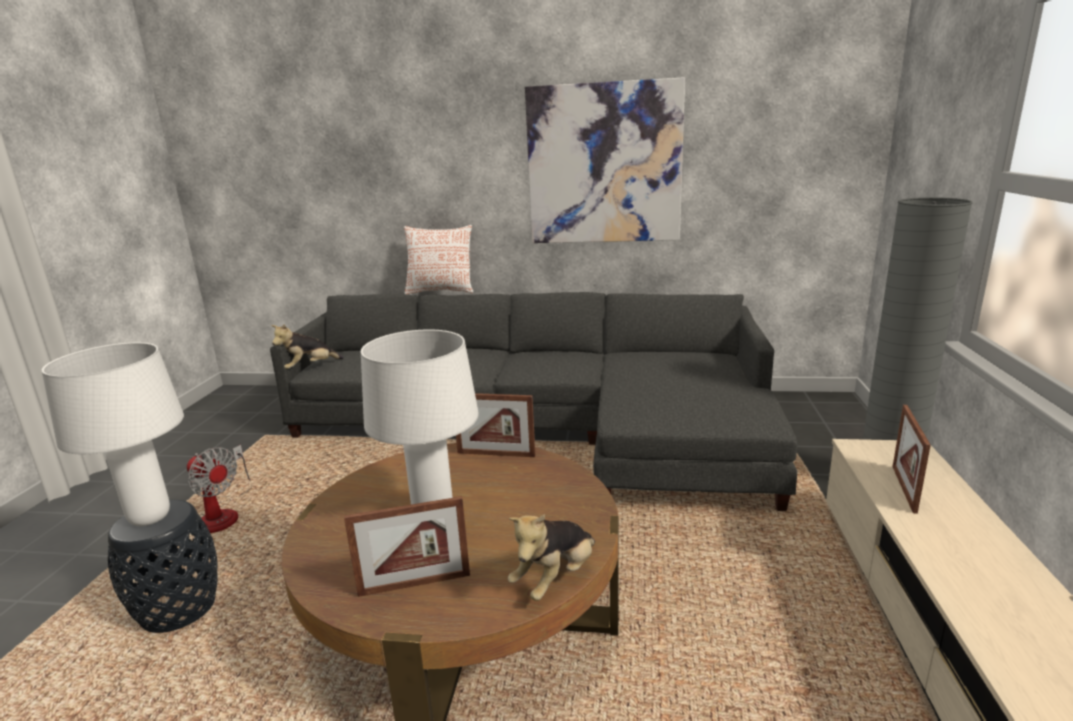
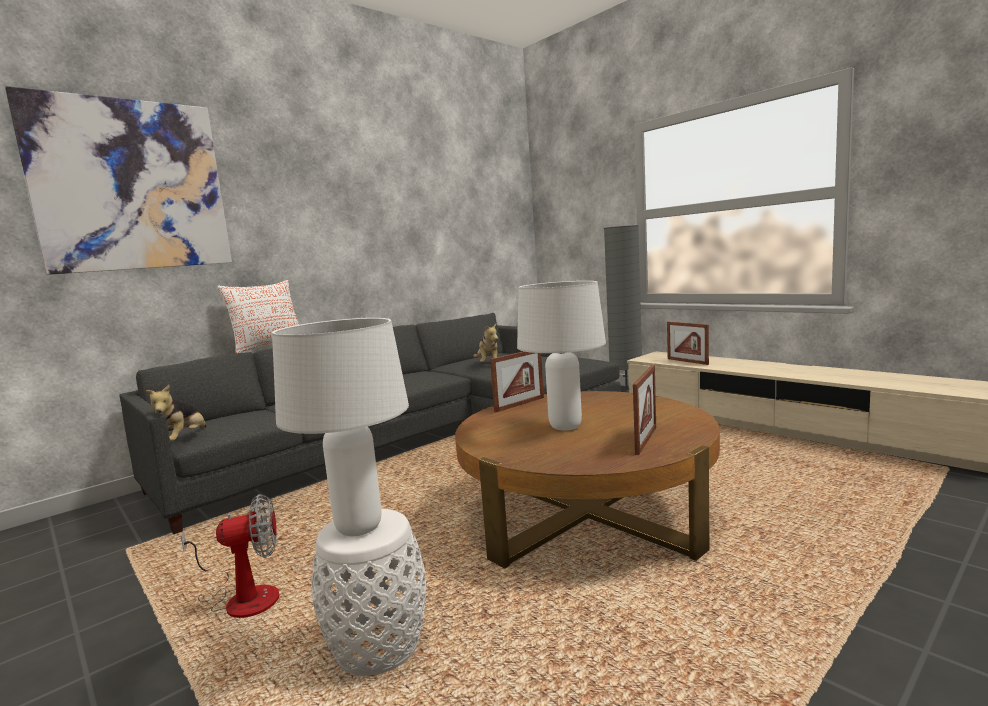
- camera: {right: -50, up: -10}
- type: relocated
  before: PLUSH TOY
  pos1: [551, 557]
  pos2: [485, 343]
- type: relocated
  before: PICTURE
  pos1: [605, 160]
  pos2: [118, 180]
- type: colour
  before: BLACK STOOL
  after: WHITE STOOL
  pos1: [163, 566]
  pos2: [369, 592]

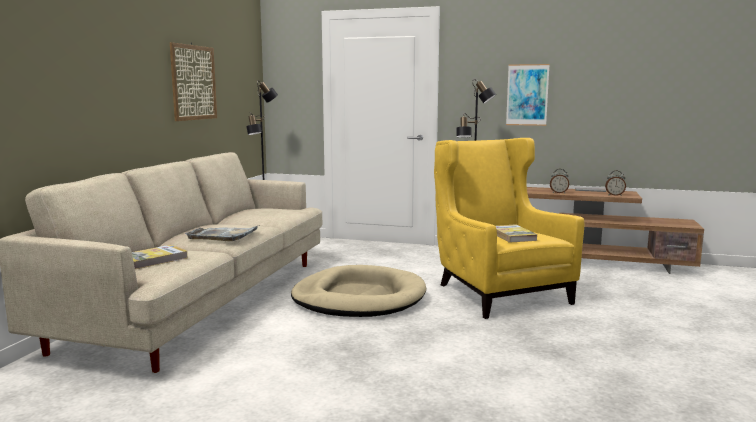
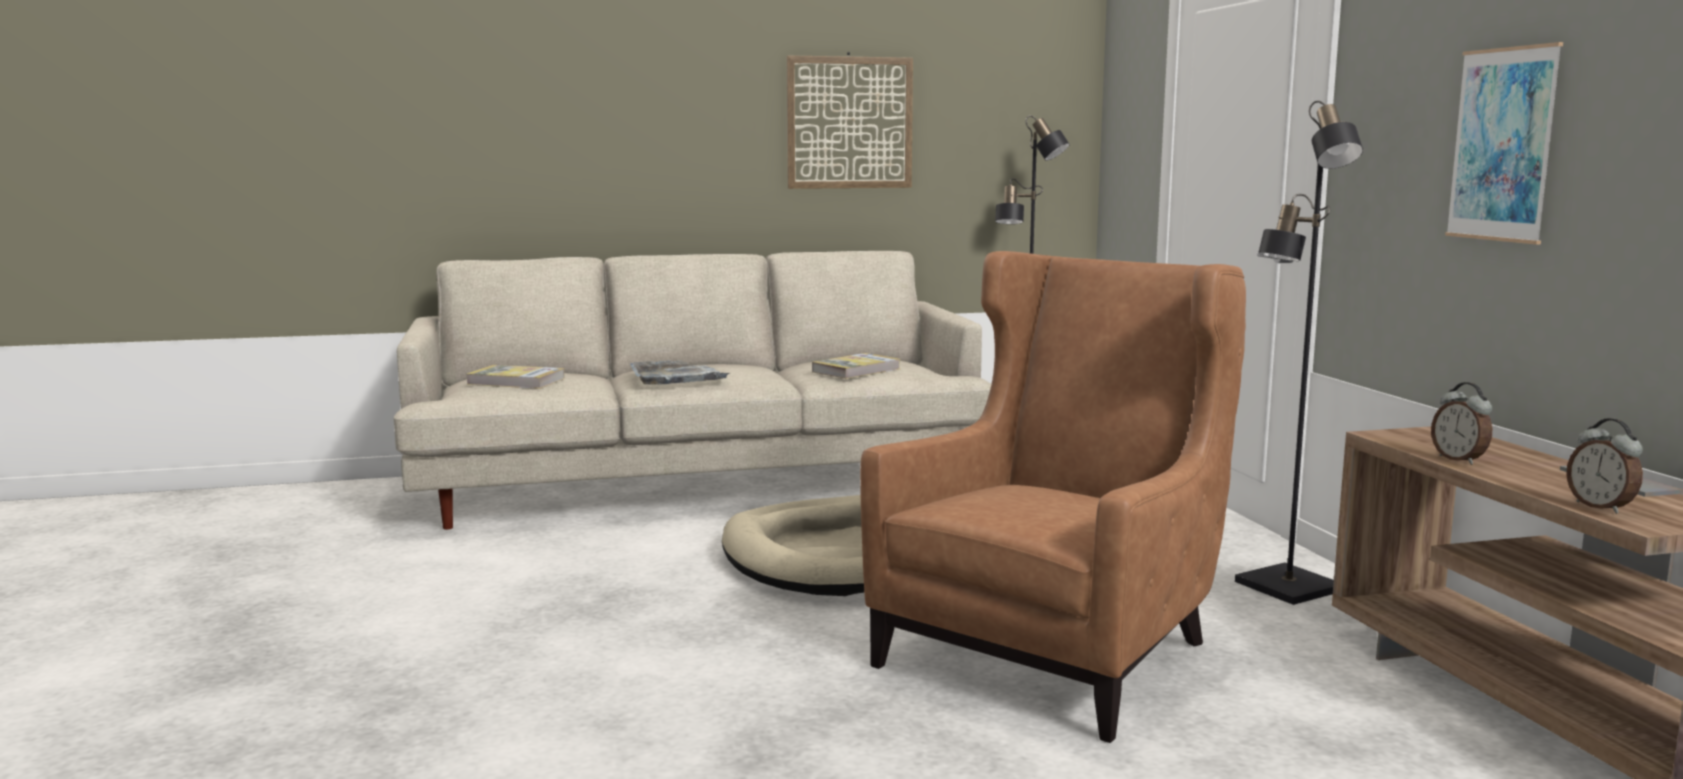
- camera: {right: 60, up: 0}
- type: relocated
  before: BOOK
  pos1: [517, 233]
  pos2: [856, 366]
- type: colour
  before: YELLOW ARMCHAIR
  after: BROWN ARMCHAIR
  pos1: [509, 228]
  pos2: [1053, 497]

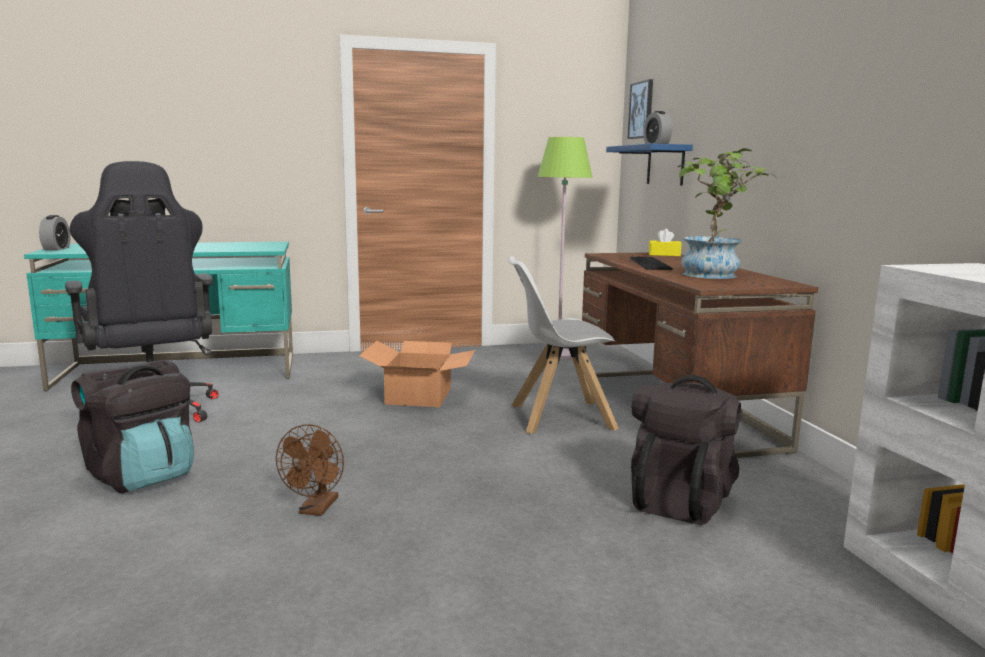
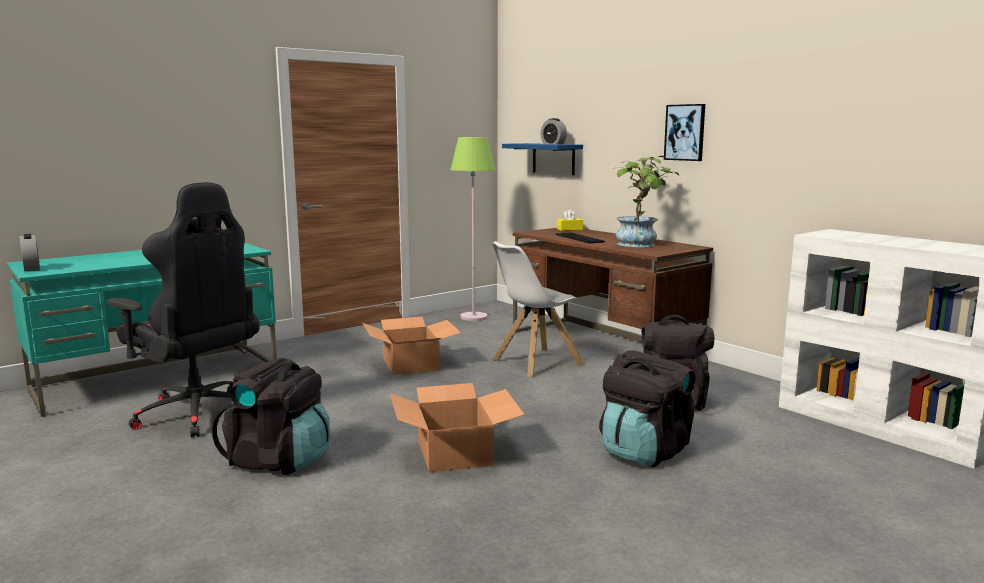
- camera: {right: -25, up: 0}
- type: appeared
  after: BLACK BACKPACK
  pos2: [647, 408]
- type: relocated
  before: PICTURE
  pos1: [640, 109]
  pos2: [684, 132]
- type: exchanged
  before: BROWN FAN
  after: CARDBOARD BOX
  pos1: [310, 470]
  pos2: [457, 427]

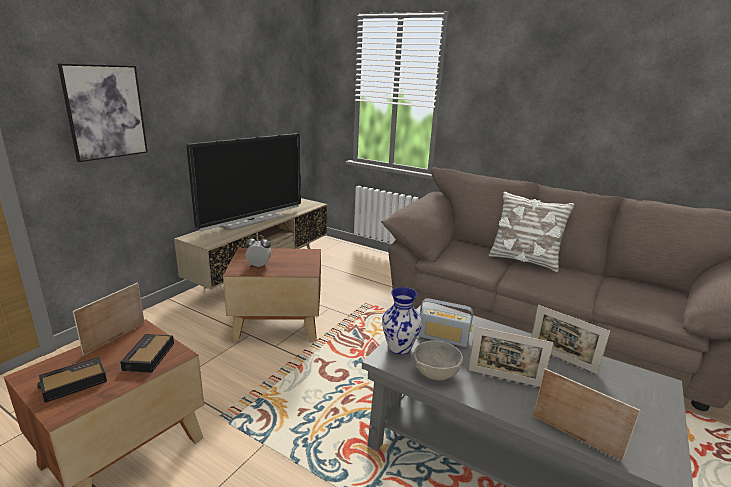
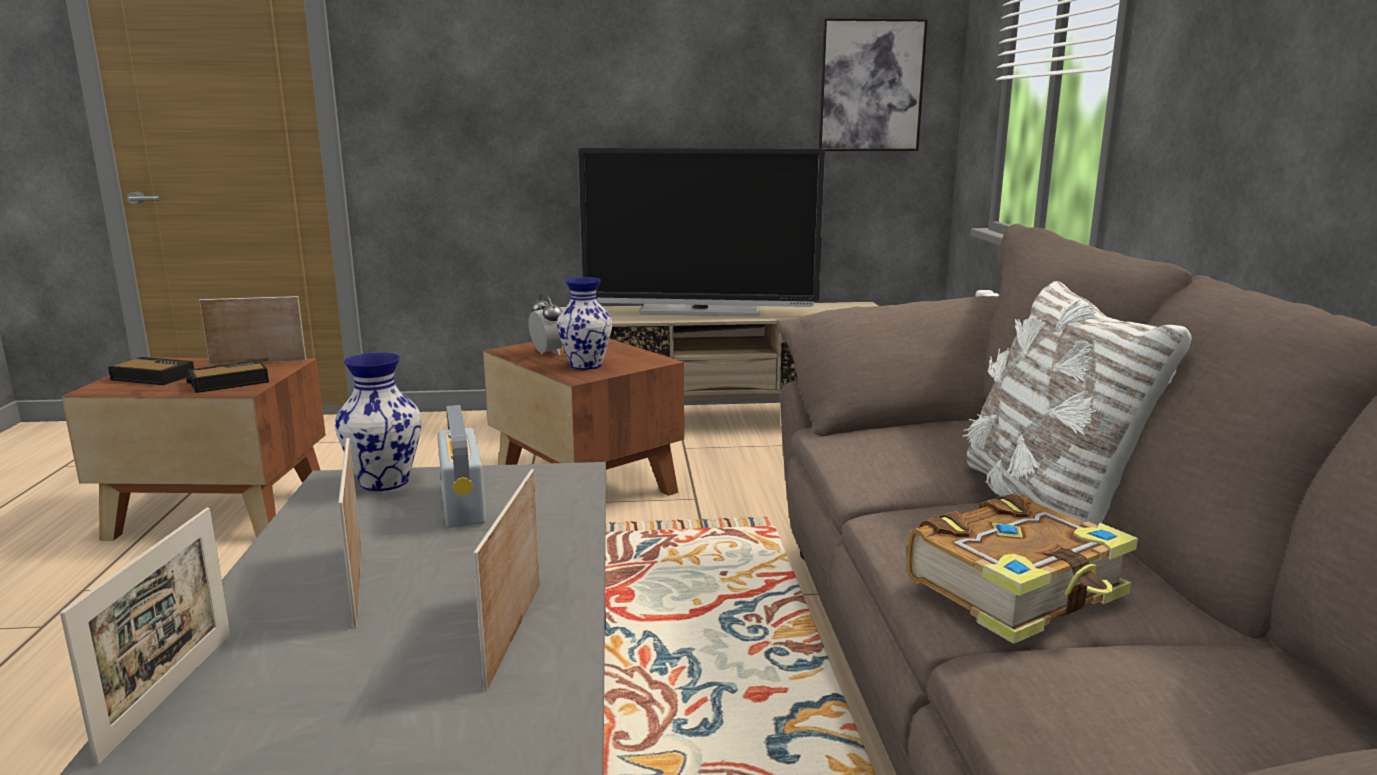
- camera: {right: 55, up: -5}
- type: missing
  before: GREY BOWL
  pos1: [438, 360]
- type: appeared
  after: VASE
  pos2: [584, 323]
- type: appeared
  after: BOOK
  pos2: [1022, 568]
- type: relocated
  before: PICTURE
  pos1: [103, 112]
  pos2: [873, 84]

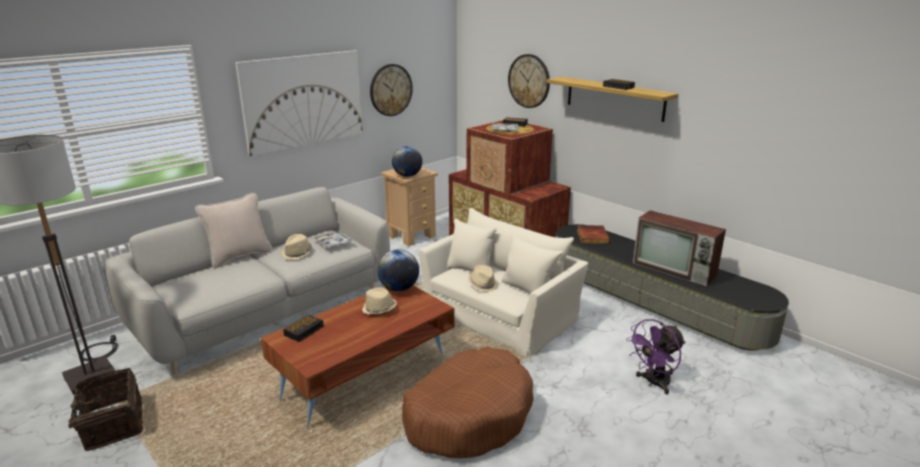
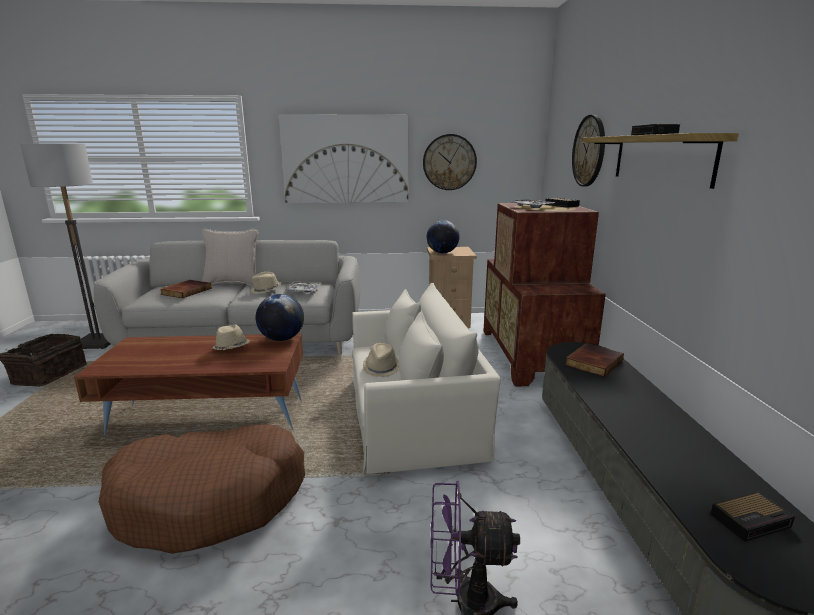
- camera: {right: 40, up: -5}
- type: missing
  before: TELEVISION
  pos1: [679, 248]
- type: appeared
  after: BOOK
  pos2: [186, 289]
- type: relocated
  before: ALARM CLOCK
  pos1: [303, 328]
  pos2: [753, 517]

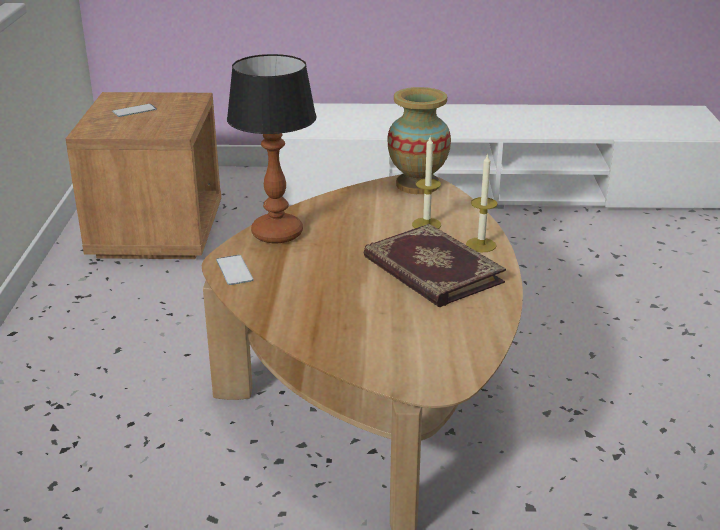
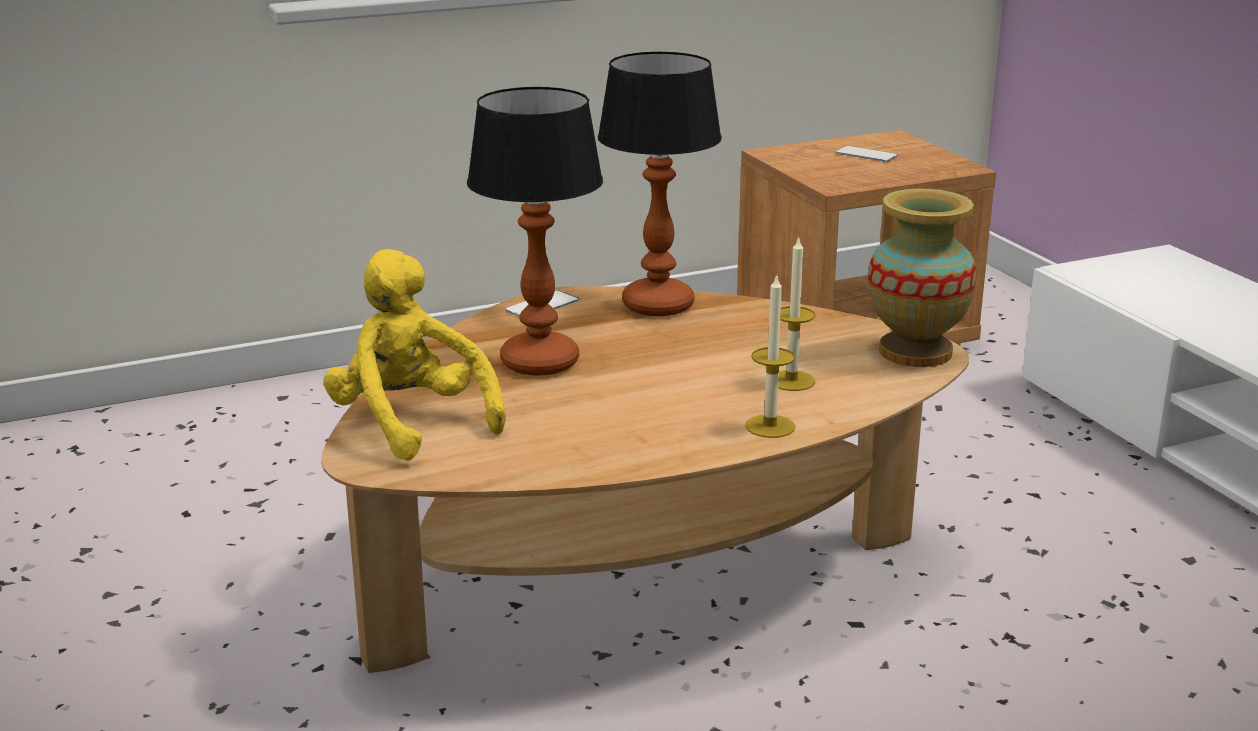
- camera: {right: 65, up: -5}
- type: missing
  before: BOOK
  pos1: [434, 265]
- type: appeared
  after: YELLOW PLUSH TOY
  pos2: [414, 355]
- type: appeared
  after: TABLE LAMP
  pos2: [535, 231]

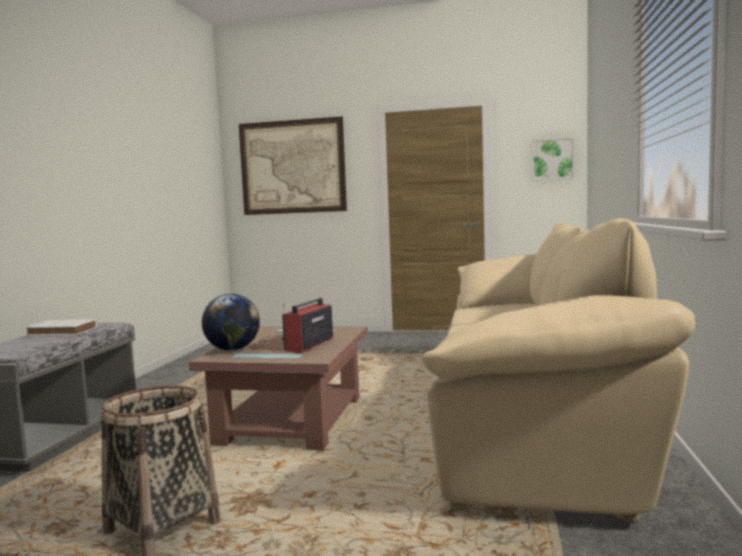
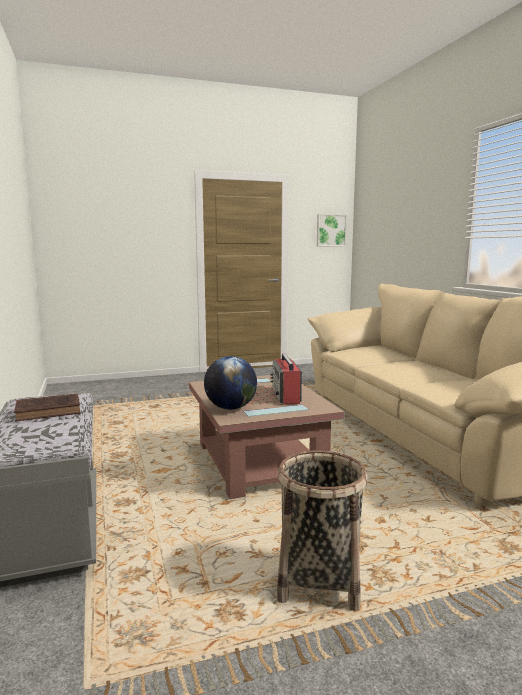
- camera: {right: -30, up: 5}
- type: missing
  before: PICTURE
  pos1: [293, 166]
- type: colour
  before: WHITE BOOK
  after: BROWN BOOK
  pos1: [61, 327]
  pos2: [47, 407]

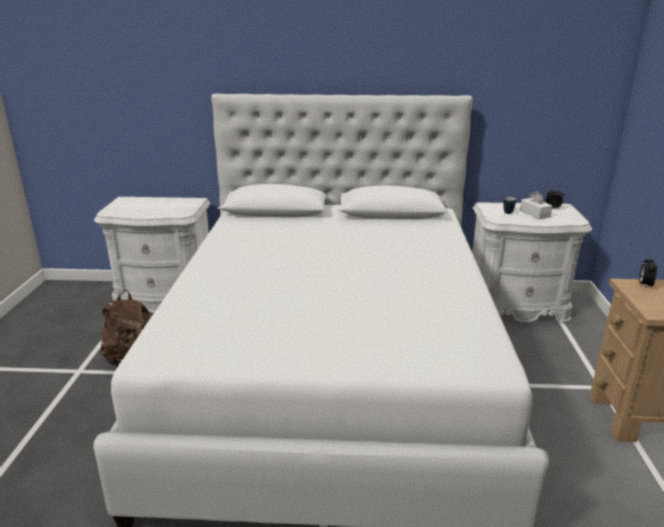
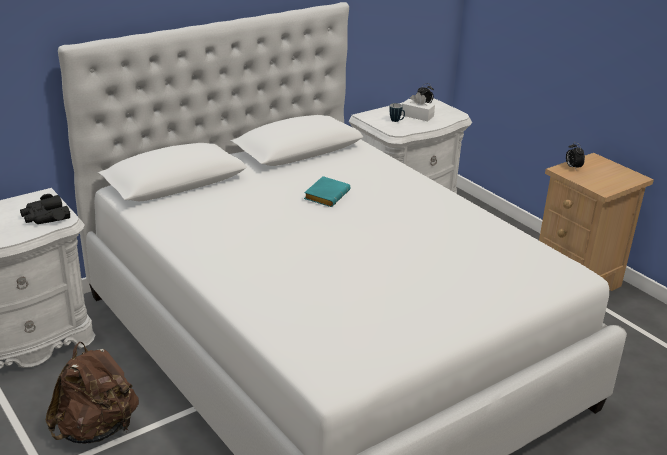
- camera: {right: -40, up: 5}
- type: appeared
  after: BLACK BINOCULARS
  pos2: [45, 209]
- type: appeared
  after: TURQUOISE BOOK
  pos2: [327, 191]

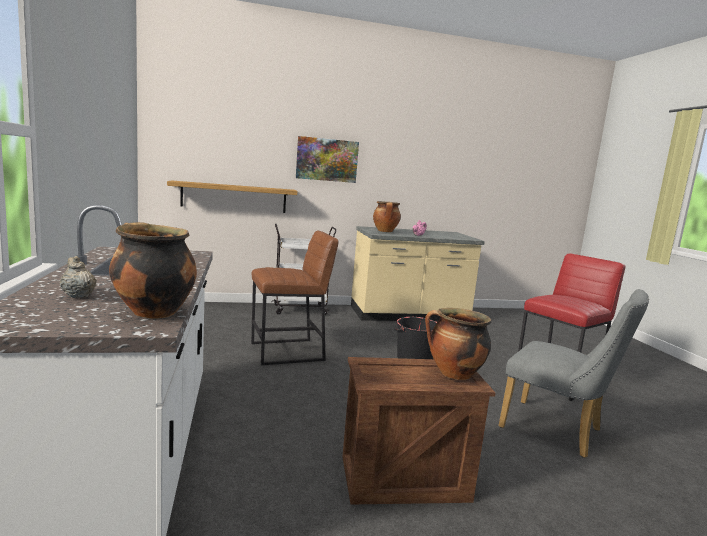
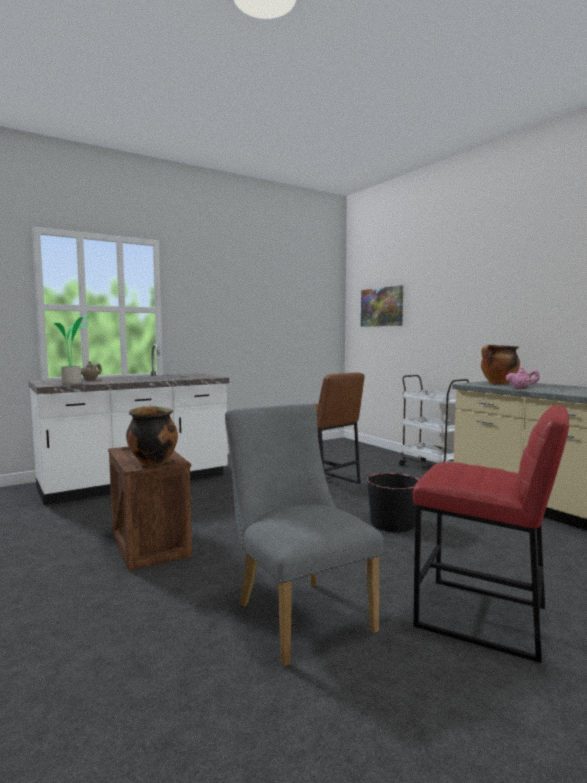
- camera: {right: 70, up: -5}
- type: missing
  before: SHELF
  pos1: [232, 196]
- type: relocated
  before: PICTURE
  pos1: [327, 159]
  pos2: [382, 306]
- type: exchanged
  before: COOKING POT
  after: POTTED PLANT
  pos1: [153, 270]
  pos2: [67, 350]
- type: spun
  before: GREY CHAIR
  pos1: [574, 373]
  pos2: [304, 535]
  turn: 135

